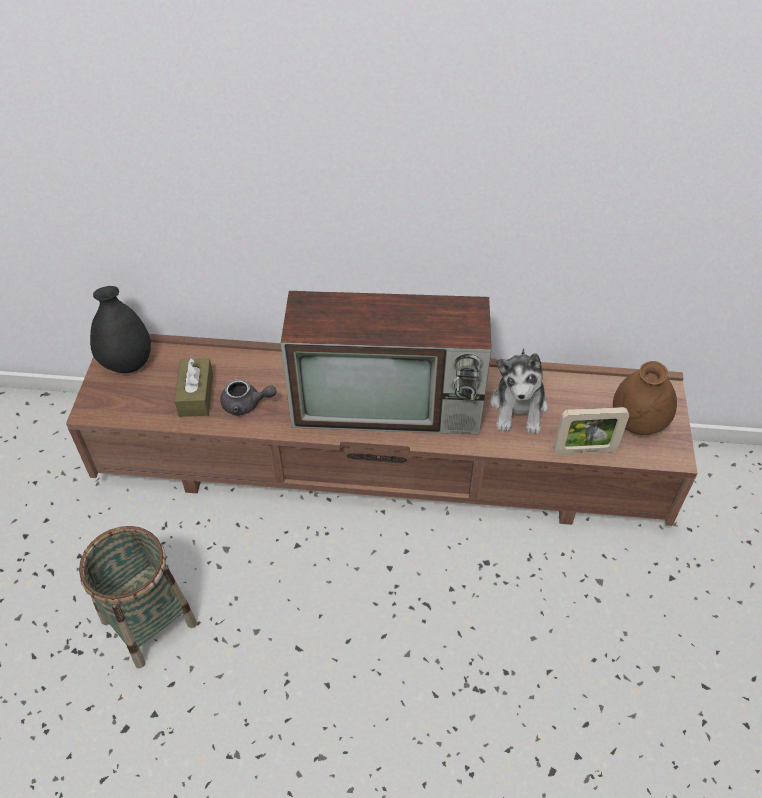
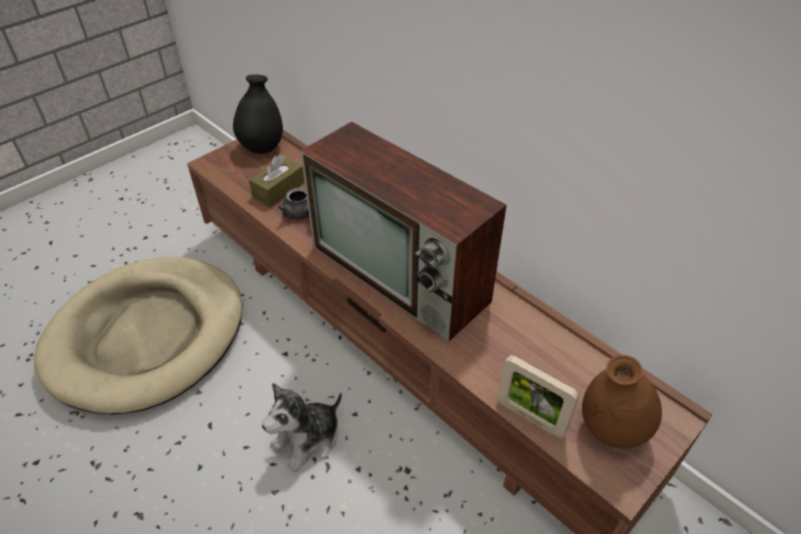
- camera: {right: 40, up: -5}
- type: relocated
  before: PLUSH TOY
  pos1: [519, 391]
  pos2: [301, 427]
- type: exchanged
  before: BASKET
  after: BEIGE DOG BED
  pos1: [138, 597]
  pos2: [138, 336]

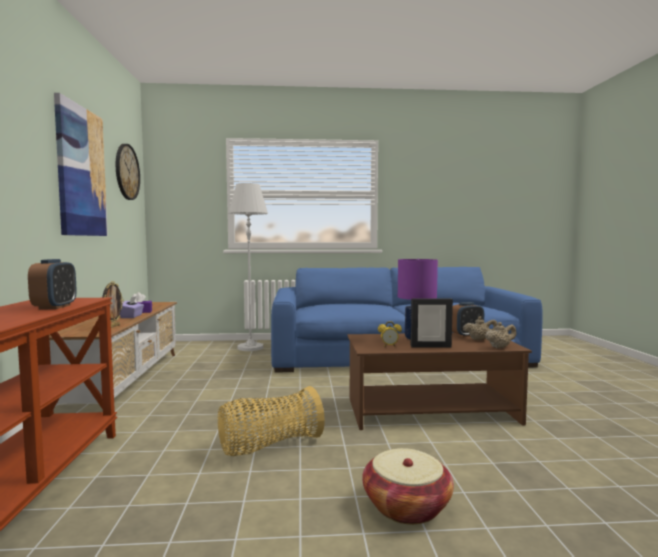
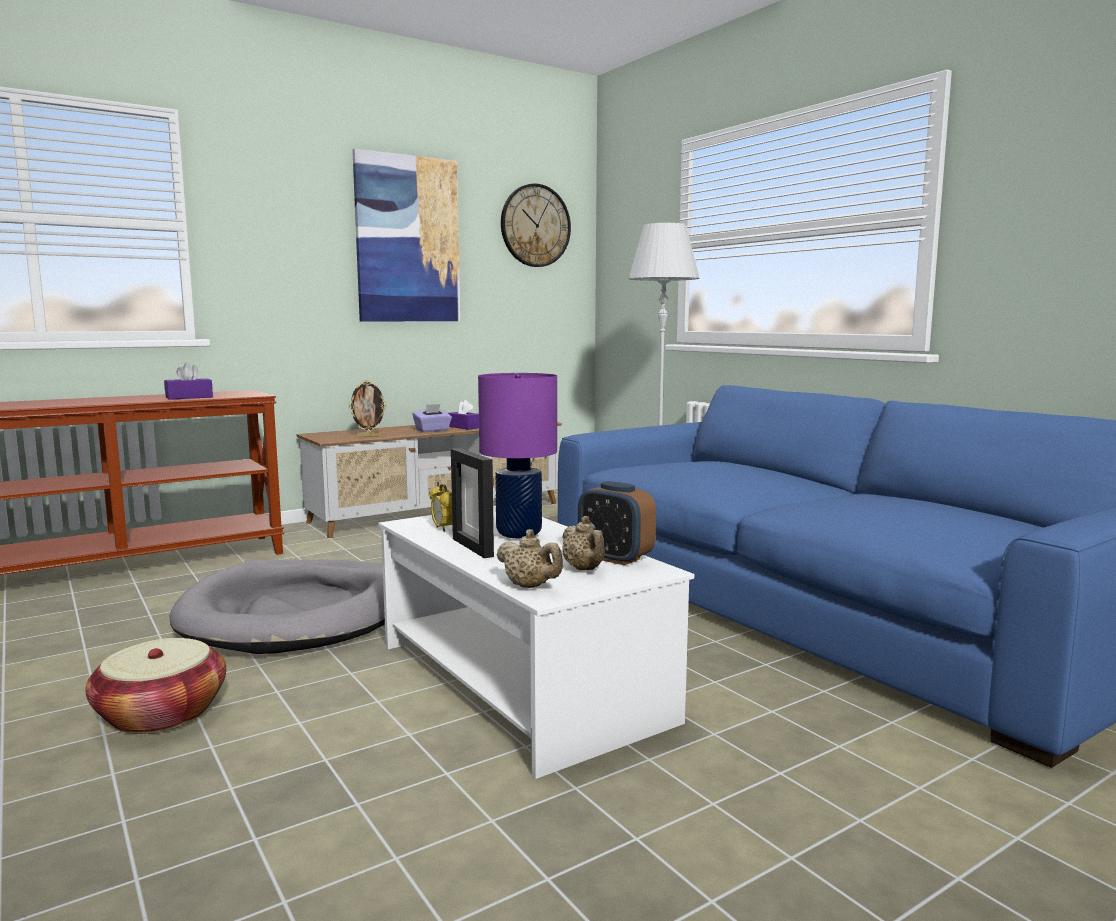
- camera: {right: 60, up: 5}
- type: exchanged
  before: ALARM CLOCK
  after: PURPLE TISSUE BOX
  pos1: [52, 284]
  pos2: [188, 381]
- type: exchanged
  before: BASKET
  after: GREY DOG BED
  pos1: [271, 421]
  pos2: [277, 607]
- type: colour
  before: BROWN COFFEE TABLE
  after: WHITE COFFEE TABLE
  pos1: [439, 381]
  pos2: [536, 642]

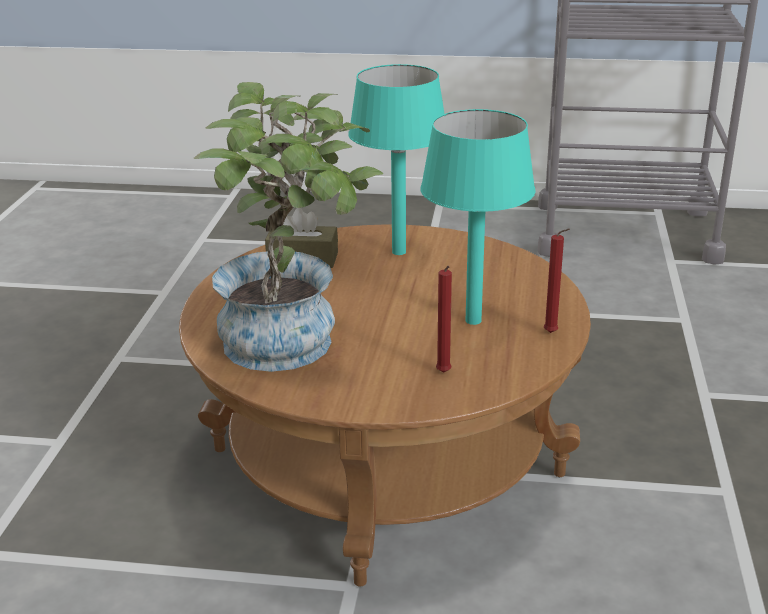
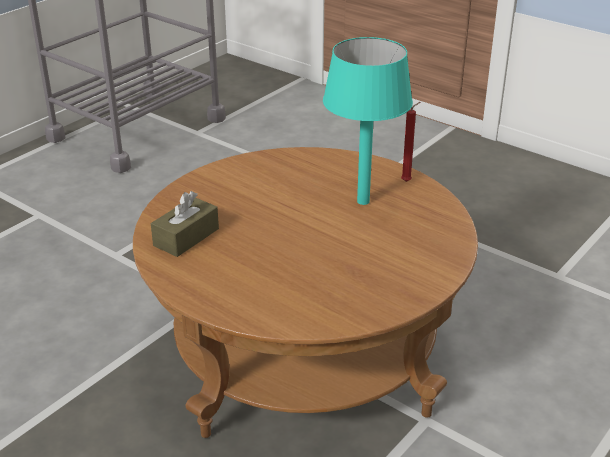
- camera: {right: -60, up: 5}
- type: missing
  before: POTTED PLANT
  pos1: [288, 227]
- type: missing
  before: TURQUOISE TABLE LAMP
  pos1: [396, 159]
- type: missing
  before: RED CANDLE
  pos1: [444, 319]

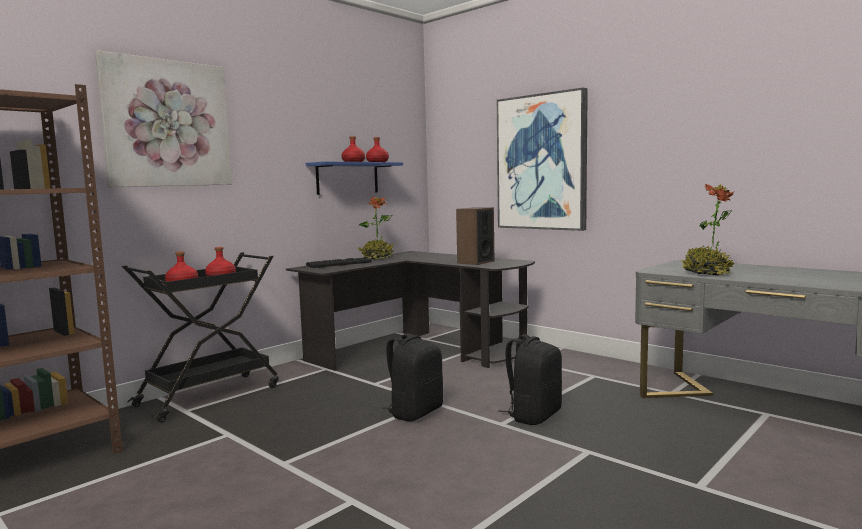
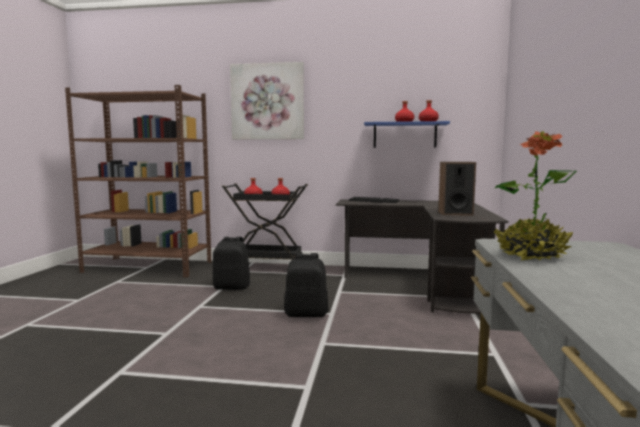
- camera: {right: 55, up: 0}
- type: missing
  before: POTTED PLANT
  pos1: [376, 228]
- type: missing
  before: PICTURE
  pos1: [542, 159]
- type: relocated
  before: BLACK BACKPACK
  pos1: [530, 379]
  pos2: [231, 263]

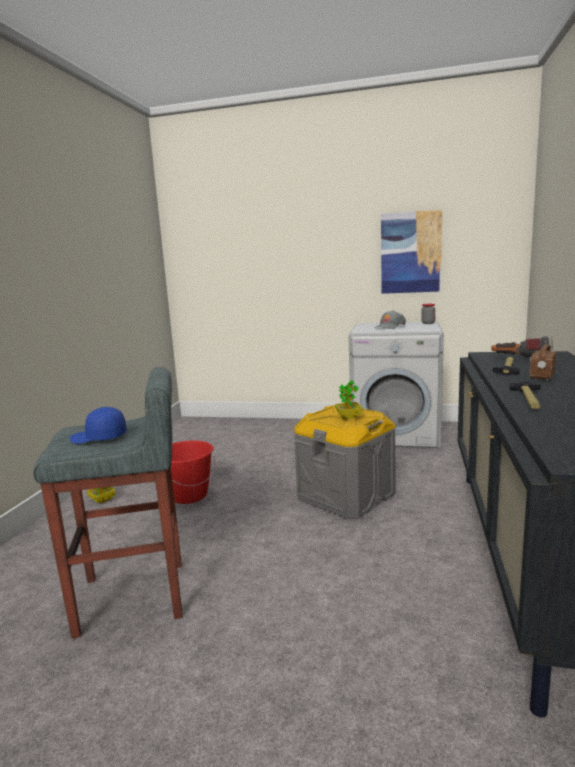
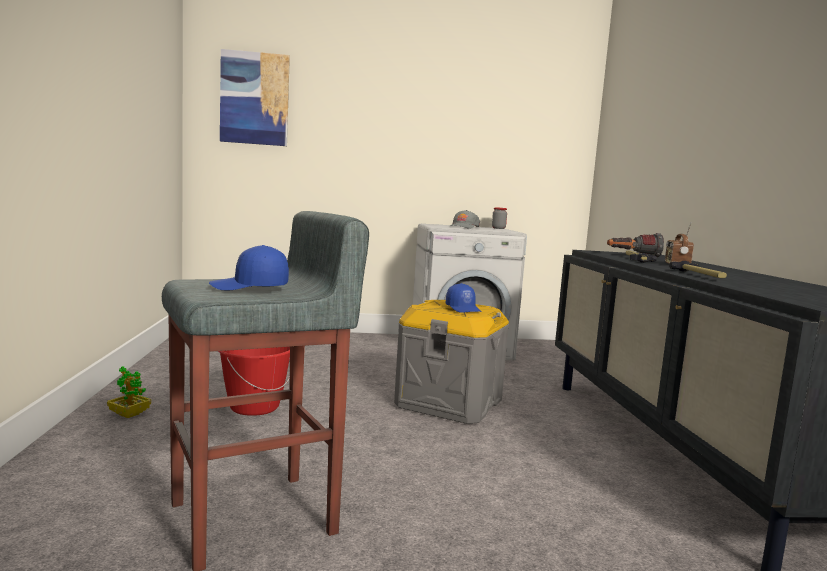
- camera: {right: -20, up: -5}
- type: relocated
  before: PICTURE
  pos1: [411, 252]
  pos2: [255, 97]
- type: exchanged
  before: POTTED PLANT
  after: BLUE CAP
  pos1: [349, 399]
  pos2: [463, 298]

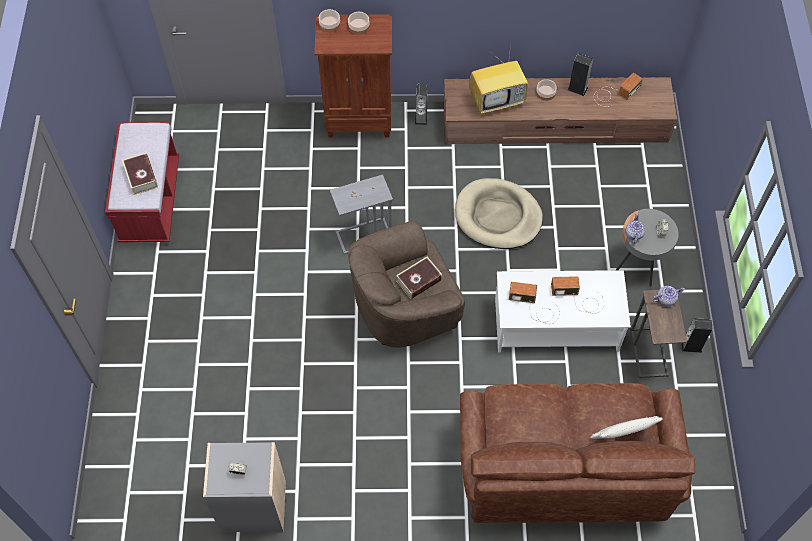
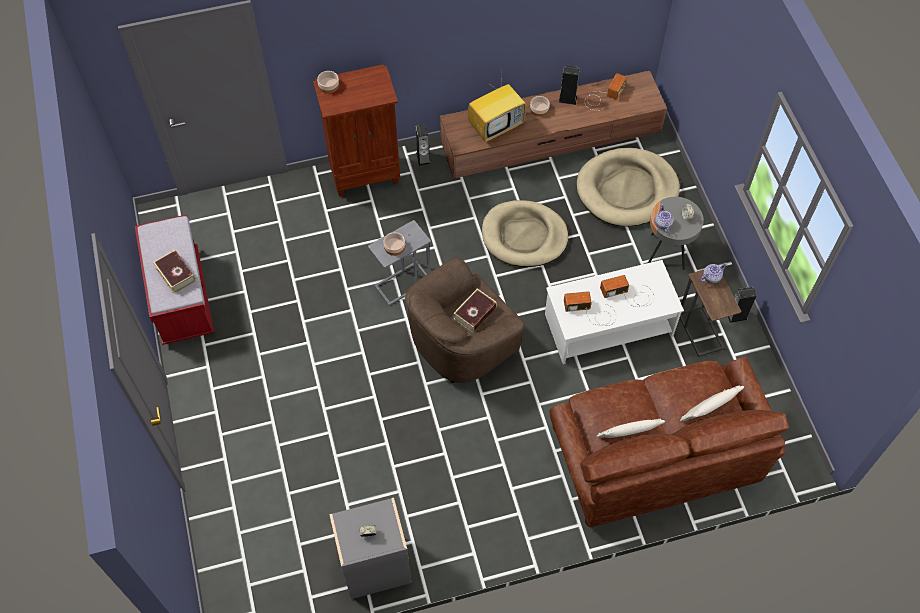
- camera: {right: -15, up: 0}
- type: appeared
  after: BEIGE DOG BED
  pos2: [628, 187]
- type: appeared
  after: WHITE PILLOW
  pos2: [630, 428]
- type: relocated
  before: BOWL
  pos1: [359, 23]
  pos2: [394, 244]

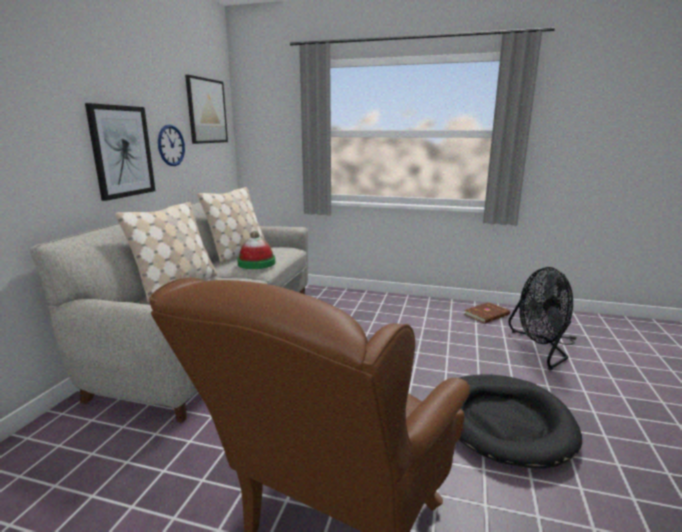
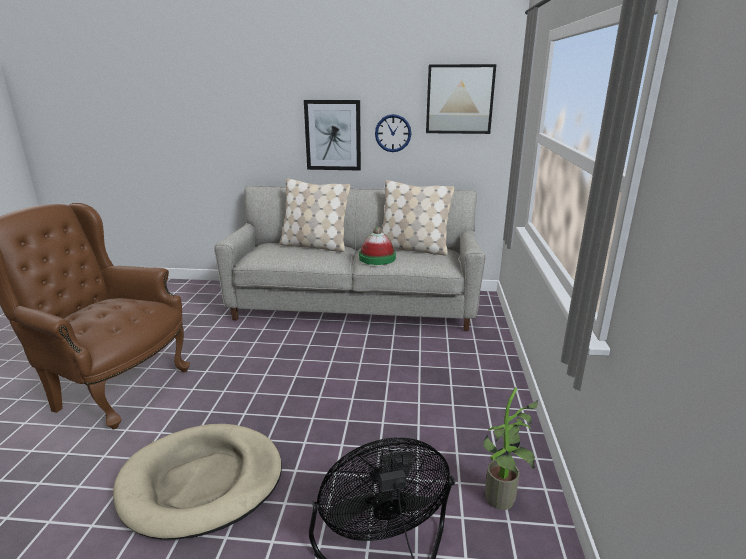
- camera: {right: 80, up: 5}
- type: exchanged
  before: BROWN BOOK
  after: POTTED PLANT
  pos1: [487, 312]
  pos2: [511, 448]
- type: colour
  before: BLACK DOG BED
  after: BEIGE DOG BED
  pos1: [520, 422]
  pos2: [197, 482]

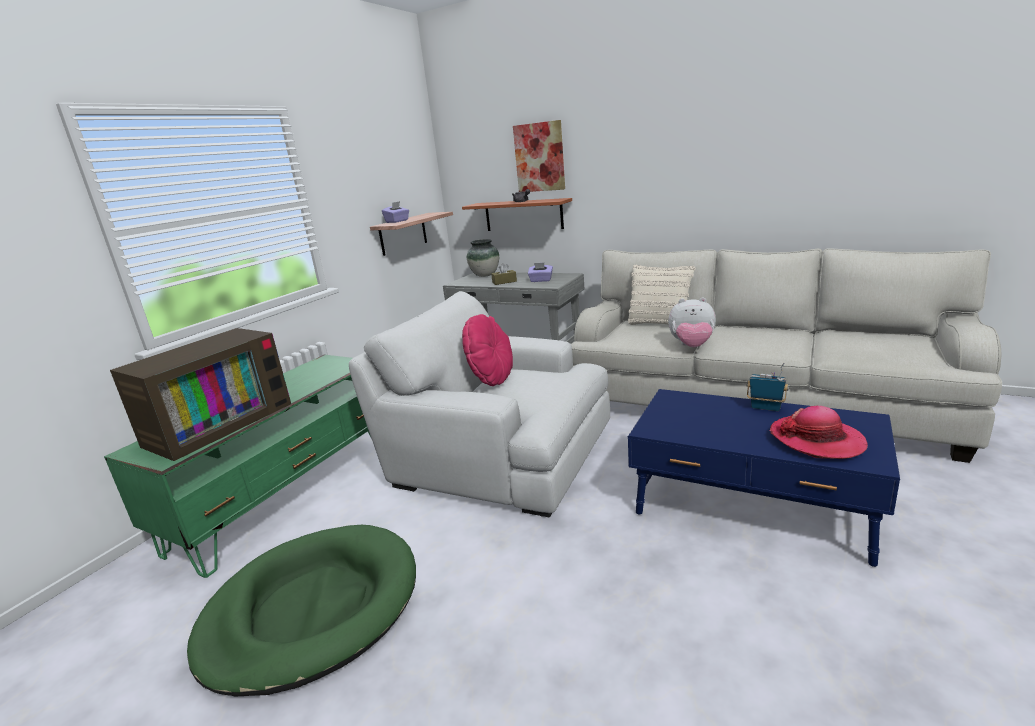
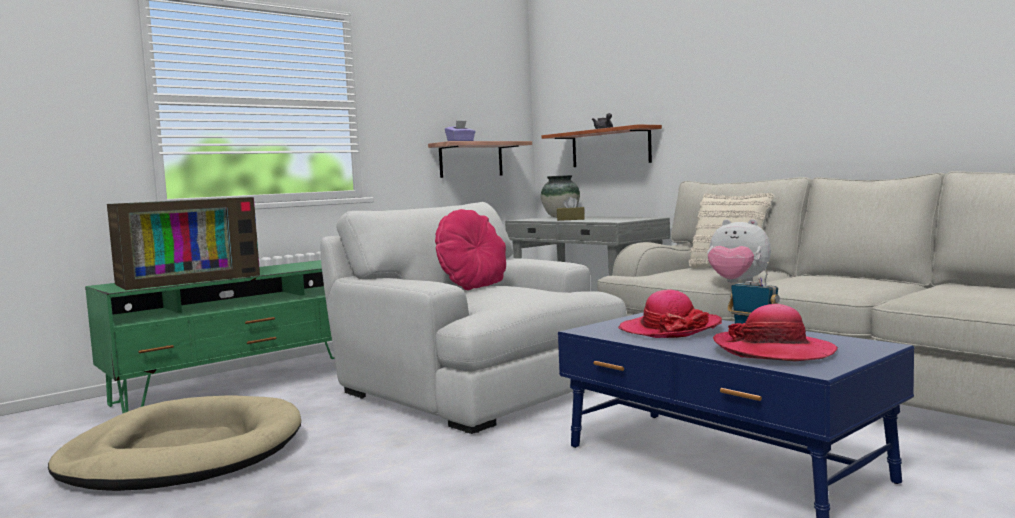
- camera: {right: 20, up: -15}
- type: missing
  before: PICTURE
  pos1: [539, 156]
- type: missing
  before: PURPLE TISSUE BOX
  pos1: [540, 272]
- type: appeared
  after: HAT
  pos2: [670, 313]
- type: colour
  before: GREEN DOG BED
  after: BEIGE DOG BED
  pos1: [301, 610]
  pos2: [174, 443]

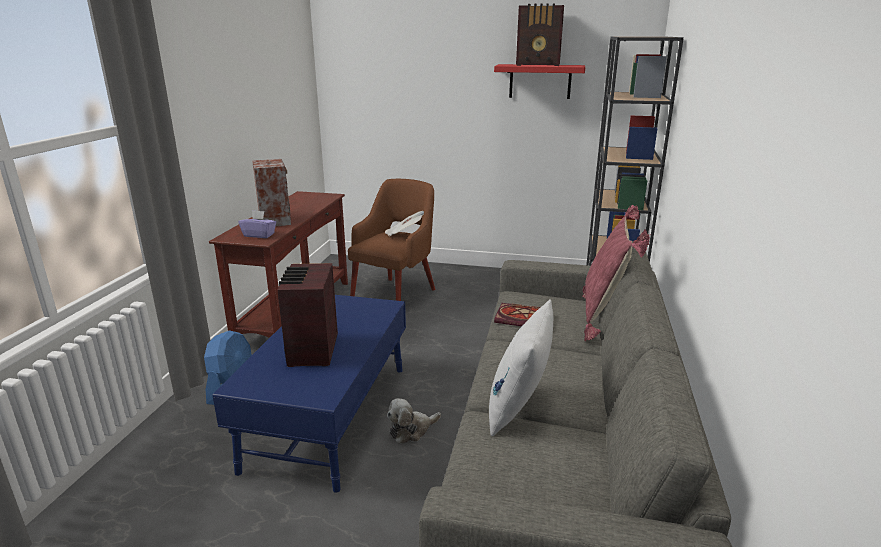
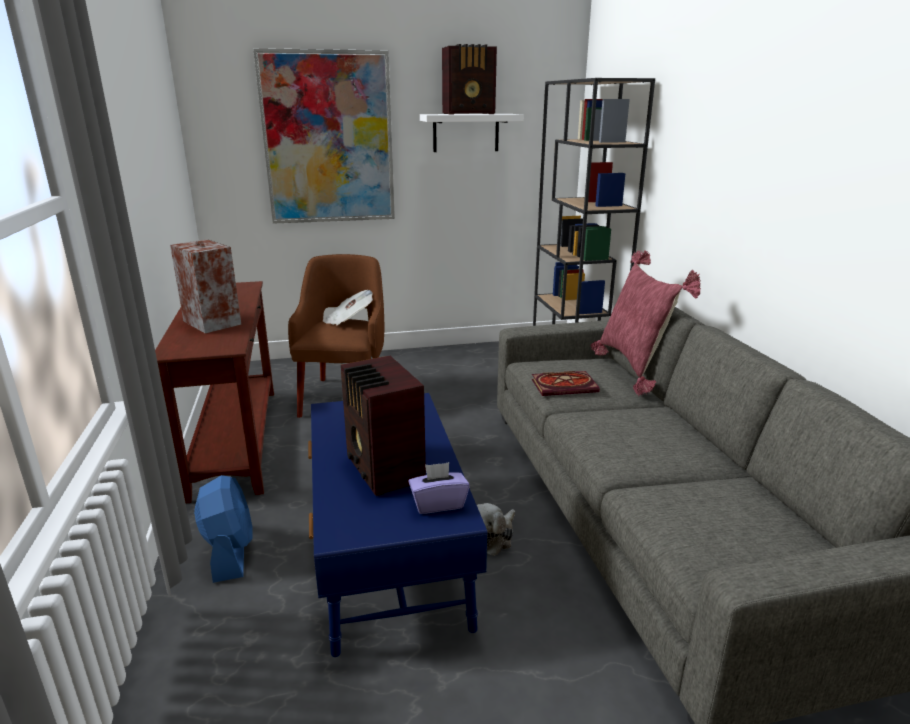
- camera: {right: -25, up: 0}
- type: missing
  before: GREY PILLOW
  pos1: [521, 367]
- type: appeared
  after: PICTURE
  pos2: [324, 136]
- type: relocated
  before: PURPLE TISSUE BOX
  pos1: [257, 224]
  pos2: [439, 488]
- type: colour
  before: RED SHELF
  after: WHITE SHELF
  pos1: [539, 81]
  pos2: [471, 133]

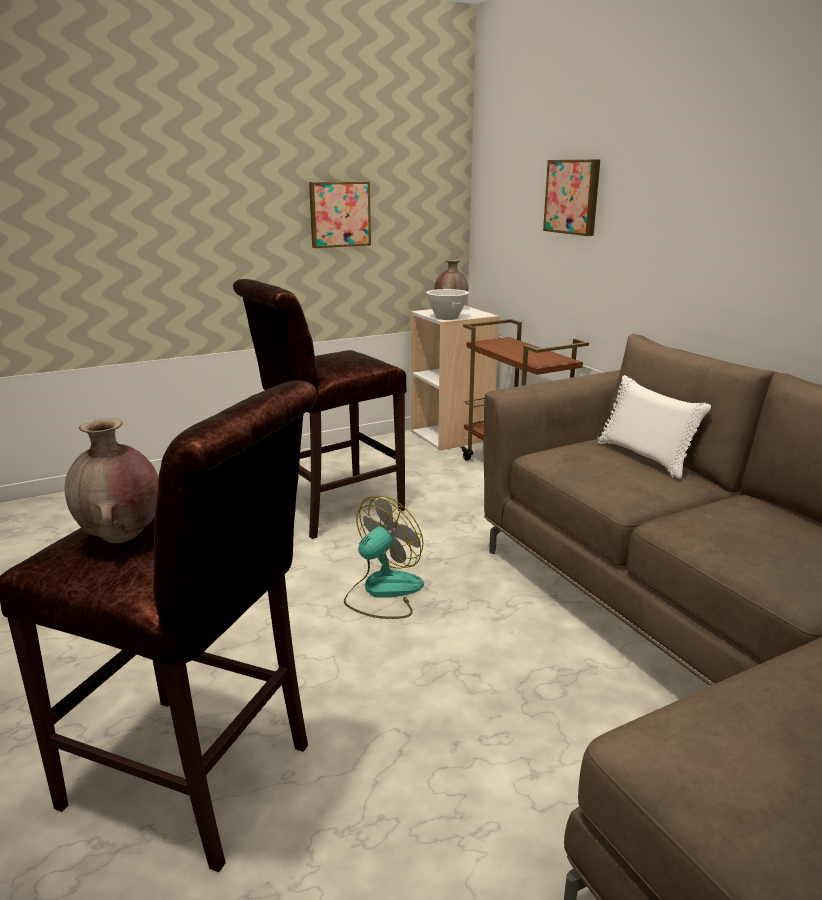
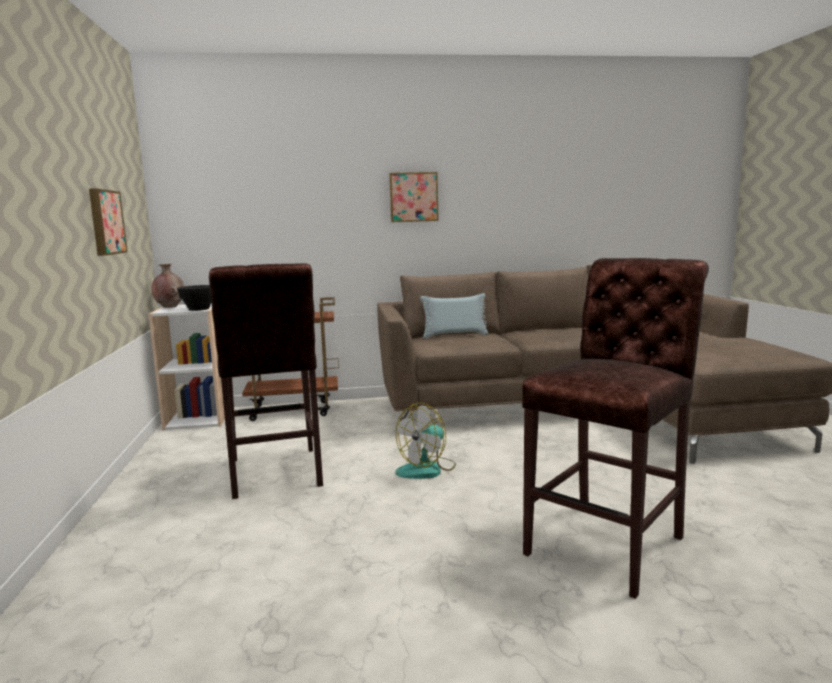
- camera: {right: -70, up: -10}
- type: missing
  before: BROWN VASE
  pos1: [111, 480]
- type: relocated
  before: PICTURE
  pos1: [571, 197]
  pos2: [413, 197]
- type: colour
  before: WHITE BOWL
  after: BLACK BOWL
  pos1: [447, 304]
  pos2: [194, 298]
- type: colour
  before: WHITE PILLOW
  after: BLUE PILLOW
  pos1: [654, 427]
  pos2: [454, 315]
- type: spun
  before: FAN
  pos1: [384, 557]
  pos2: [425, 441]
  turn: -105

